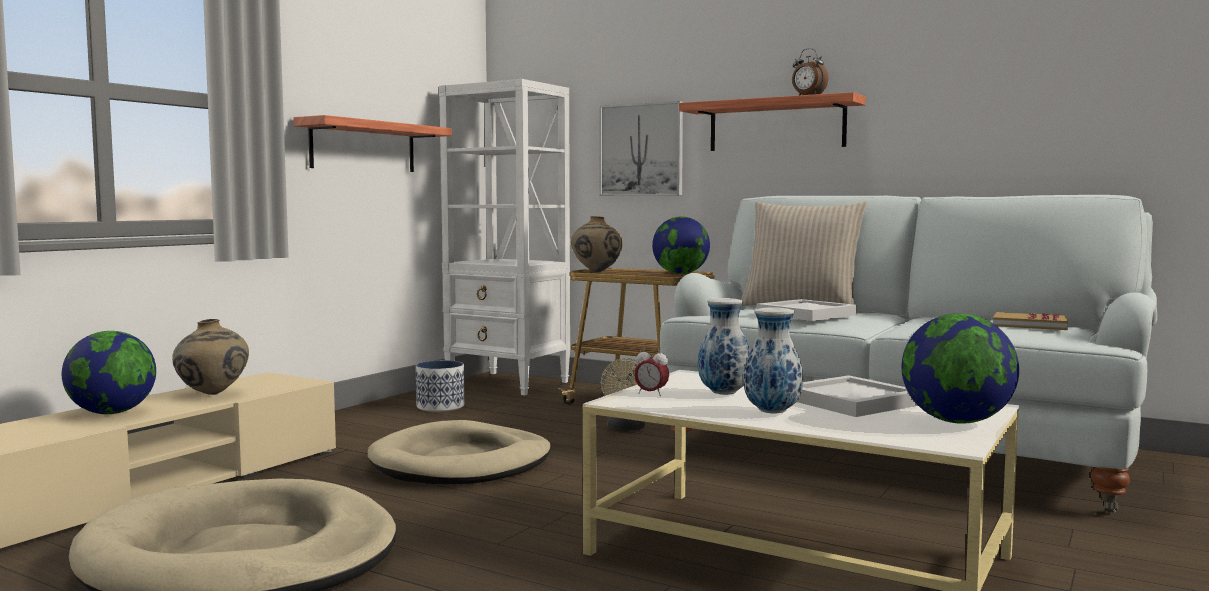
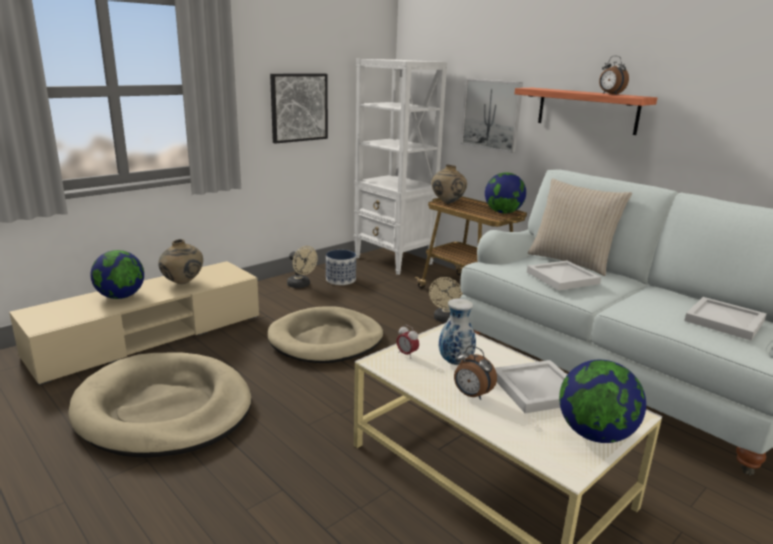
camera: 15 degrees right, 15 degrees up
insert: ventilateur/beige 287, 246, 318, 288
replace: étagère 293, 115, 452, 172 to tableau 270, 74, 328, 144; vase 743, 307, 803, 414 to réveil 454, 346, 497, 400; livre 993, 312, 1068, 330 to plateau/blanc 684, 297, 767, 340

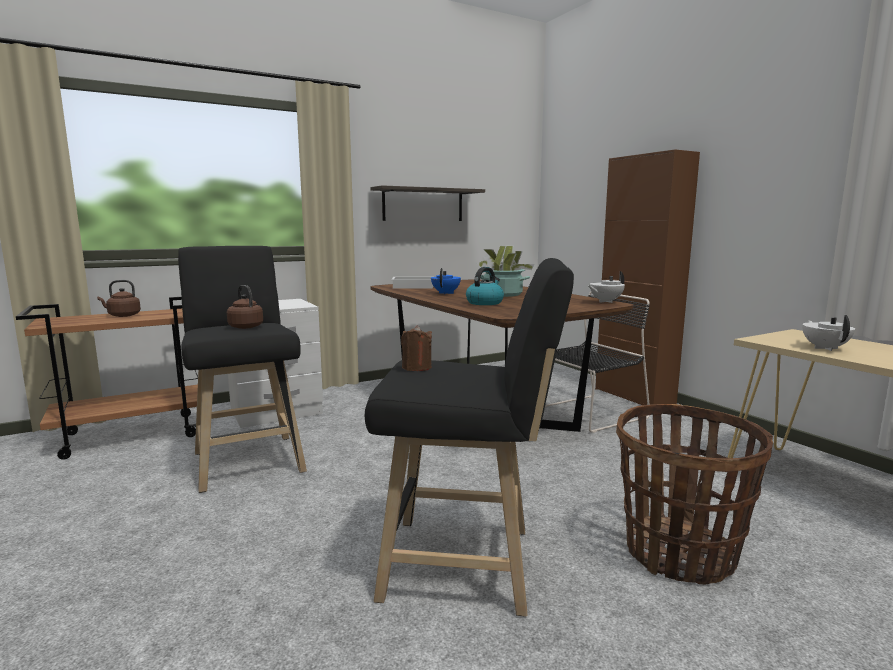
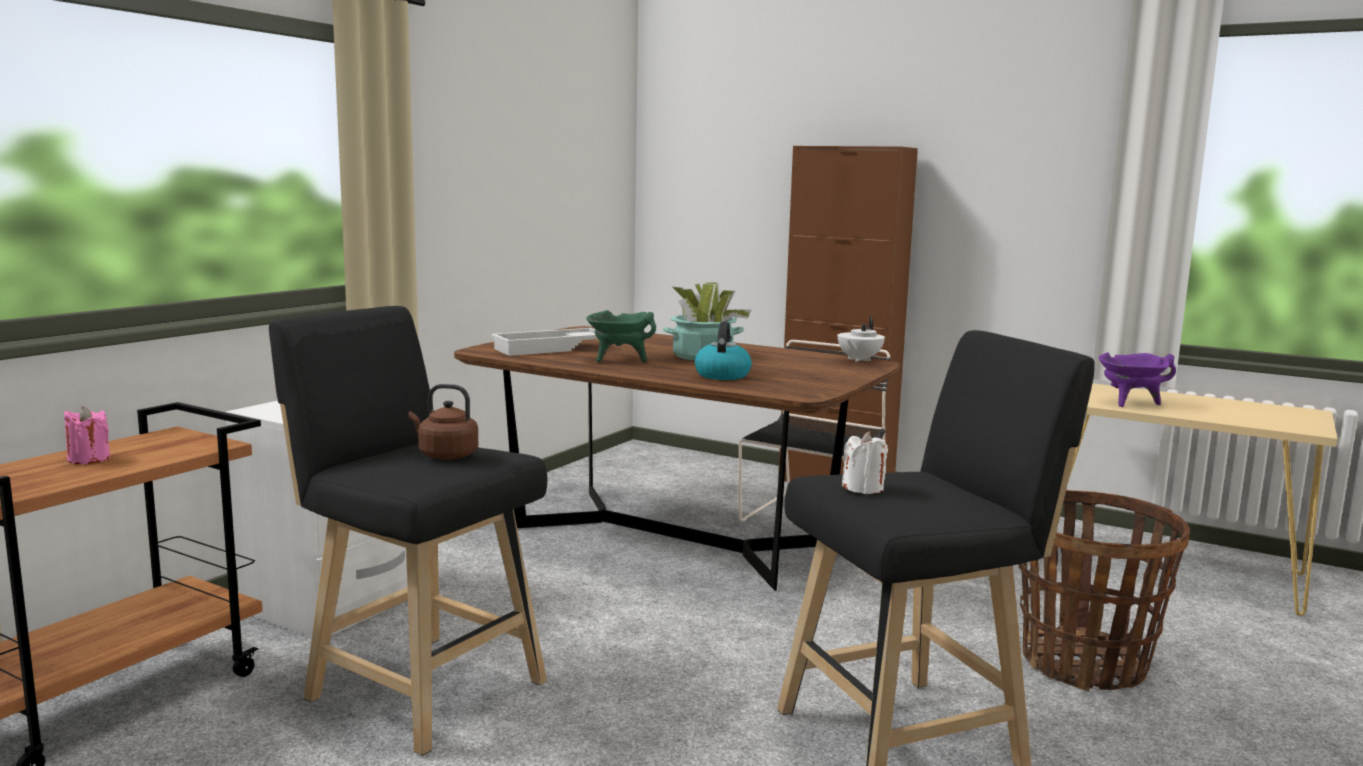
camera: 30 degrees left, 0 degrees up
delete: étagère 370, 185, 485, 221
replace: théière/bleu 431, 268, 461, 294 to marmite/vert 586, 310, 656, 362; bouilloire/marron 97, 280, 141, 317 to bougie/rose 64, 406, 110, 464; théière/blanc 802, 315, 855, 351 to marmite/violet 1098, 352, 1176, 407
recolor: bougie/marron 401, 325, 432, 371 to bougie/blanc 842, 431, 888, 494

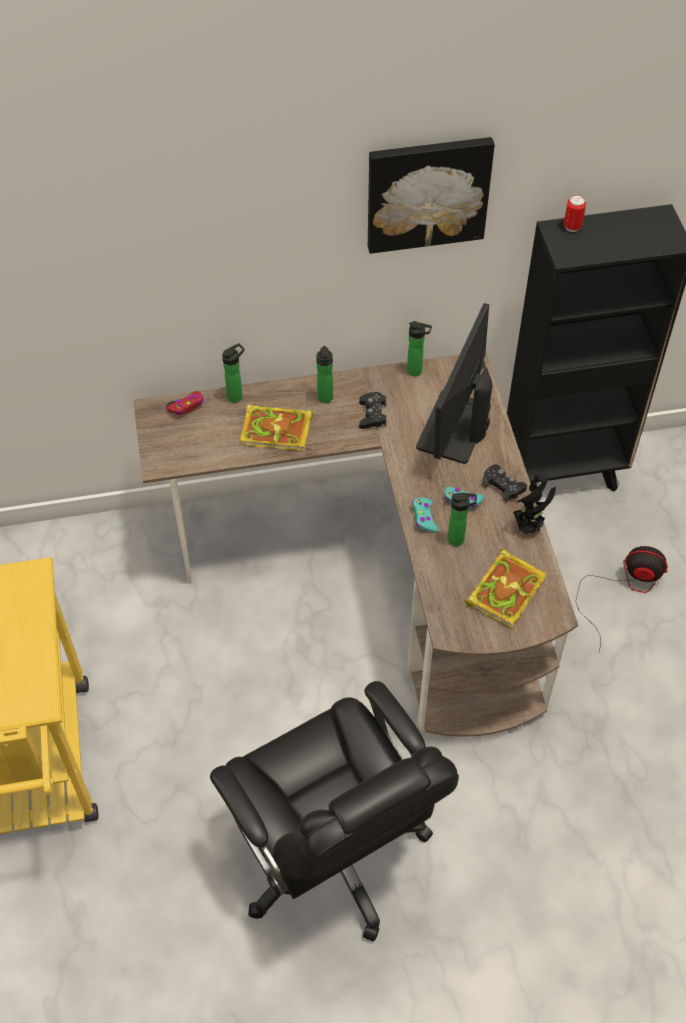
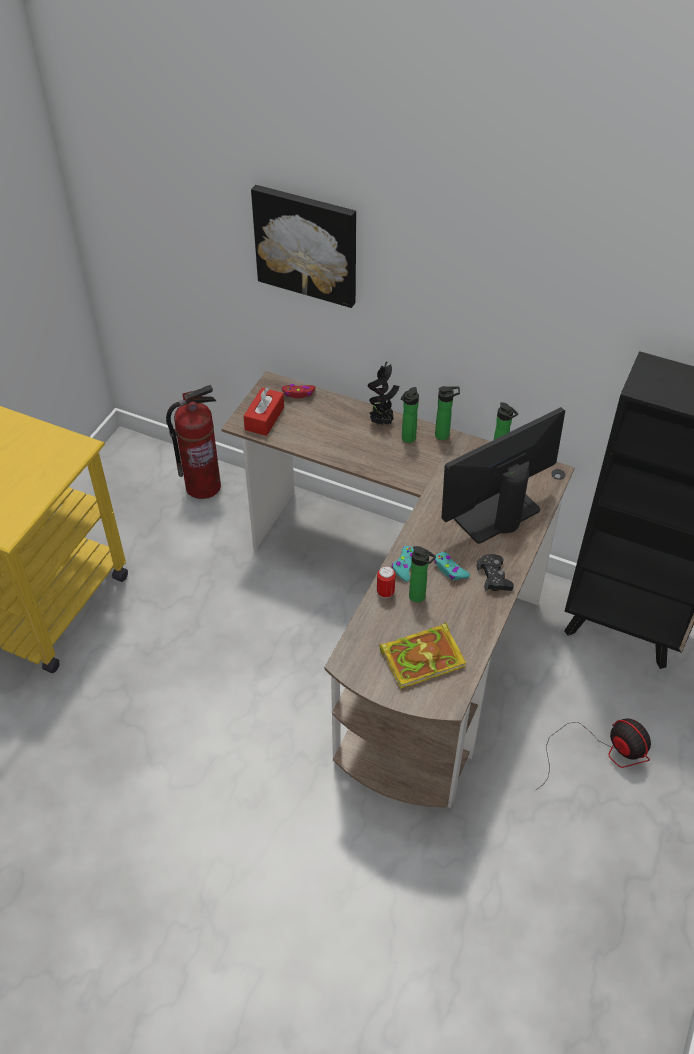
camera: 35 degrees right, 5 degrees down
delete: manette/noir 359, 392, 387, 429; livre 240, 404, 313, 451; chaise de bureau/noir 210, 681, 459, 941
insert: extincteur 166, 385, 221, 499; boîte à mouchoirs/rouge 244, 387, 284, 436
move: tableau 368, 137, 495, 254 to 251, 185, 356, 308; boîte métallique 564, 195, 586, 232 to 377, 566, 396, 598; bouteille 222, 343, 245, 403 to 435, 386, 460, 440; plante en pot 513, 468, 556, 534 to 368, 361, 399, 425

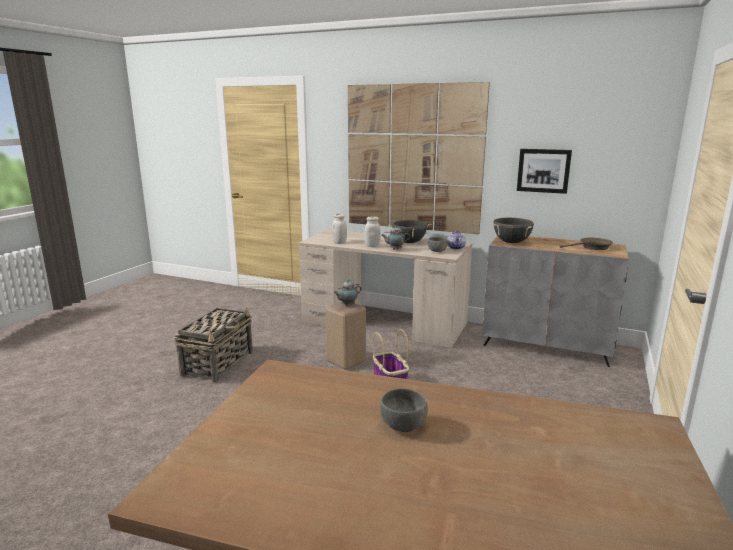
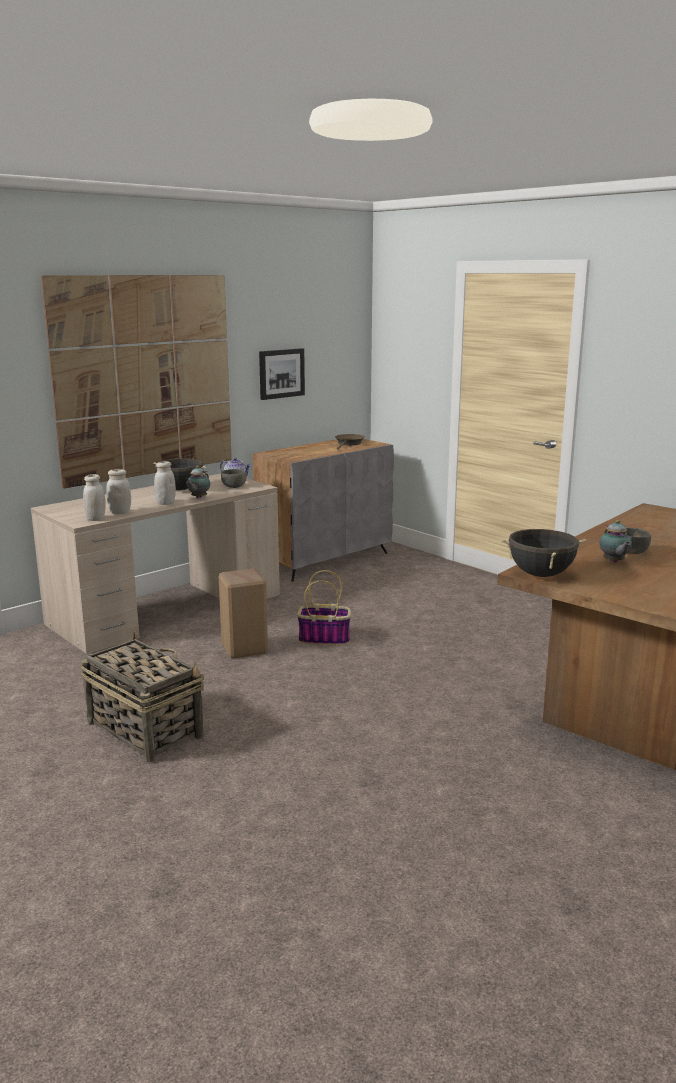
camera: 65 degrees left, 0 degrees up
insert: bocal/blanc 83, 474, 106, 521
move: marmite/noir 493, 218, 534, 243 to 501, 528, 586, 577; théière 334, 279, 361, 306 to 599, 520, 632, 563

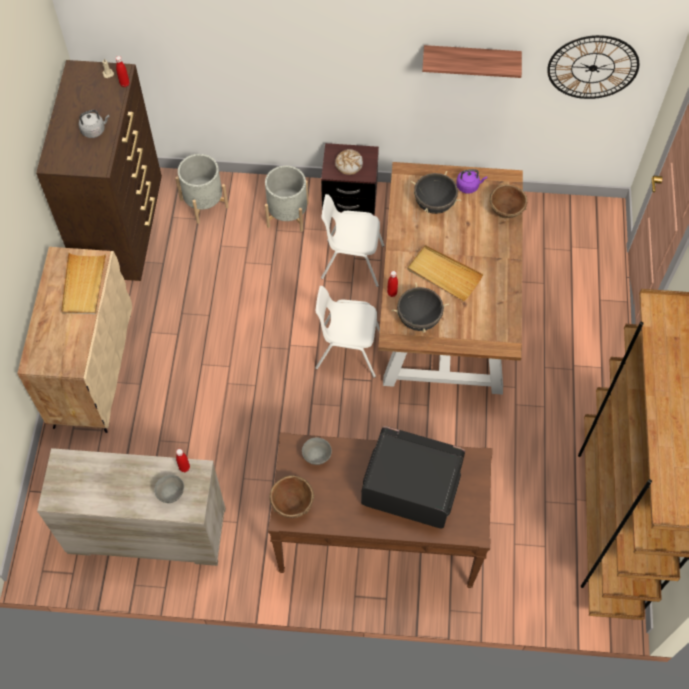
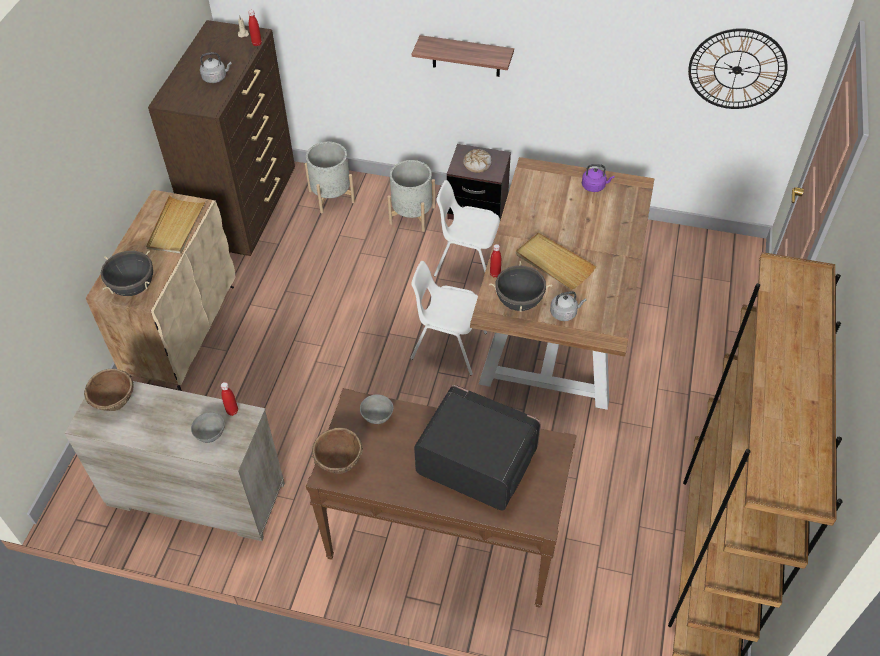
camera: 10 degrees right, 10 degrees down
insert: bouilloire/gris 550, 291, 586, 321
move: étagère 422, 45, 522, 78 to 412, 35, 514, 77; marmite/noir 411, 171, 461, 214 to 101, 250, 153, 296; bol/marron 489, 185, 527, 218 to 84, 369, 134, 411

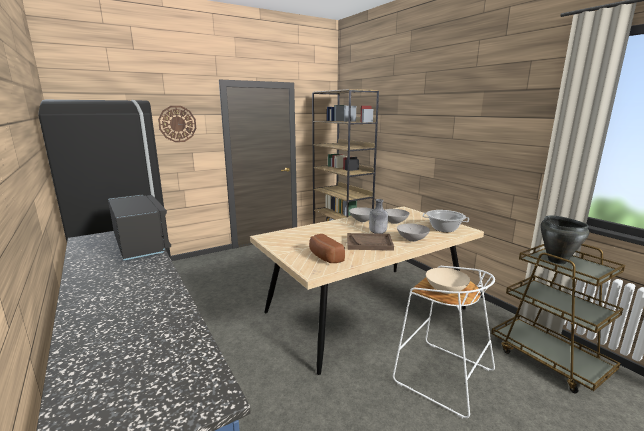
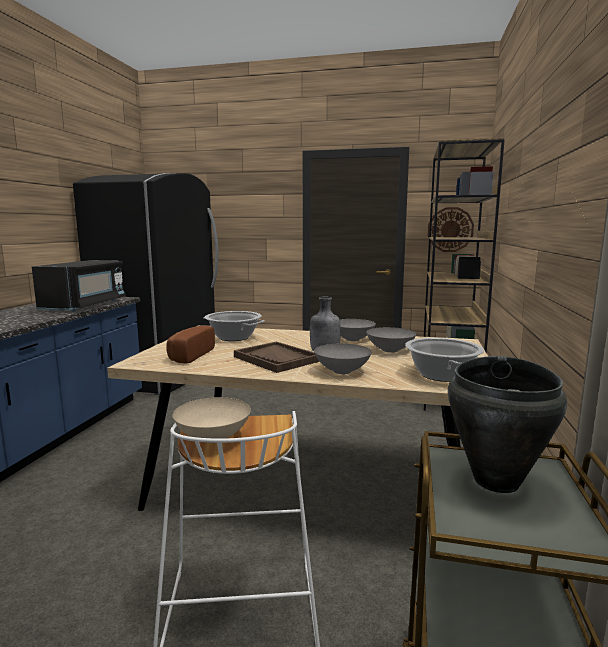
camera: 45 degrees right, 5 degrees down
insert: marmite 203, 311, 265, 341
move: horloge murale 158, 106, 197, 142 to 428, 207, 474, 252

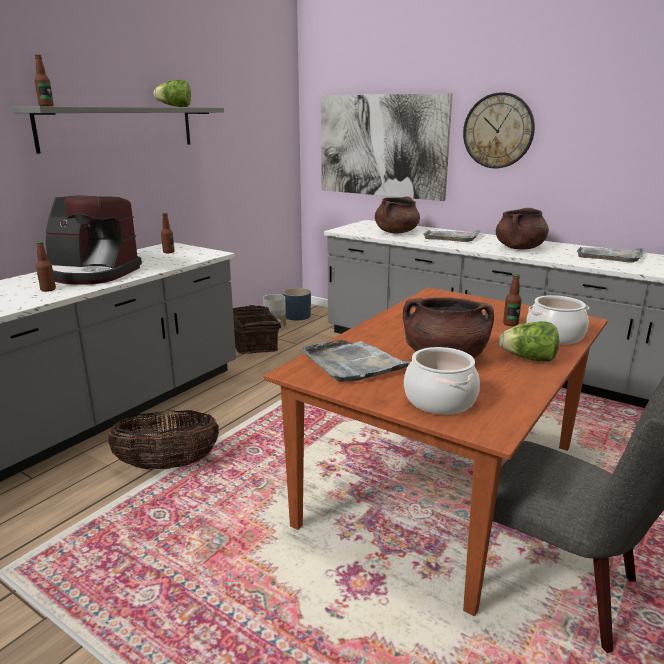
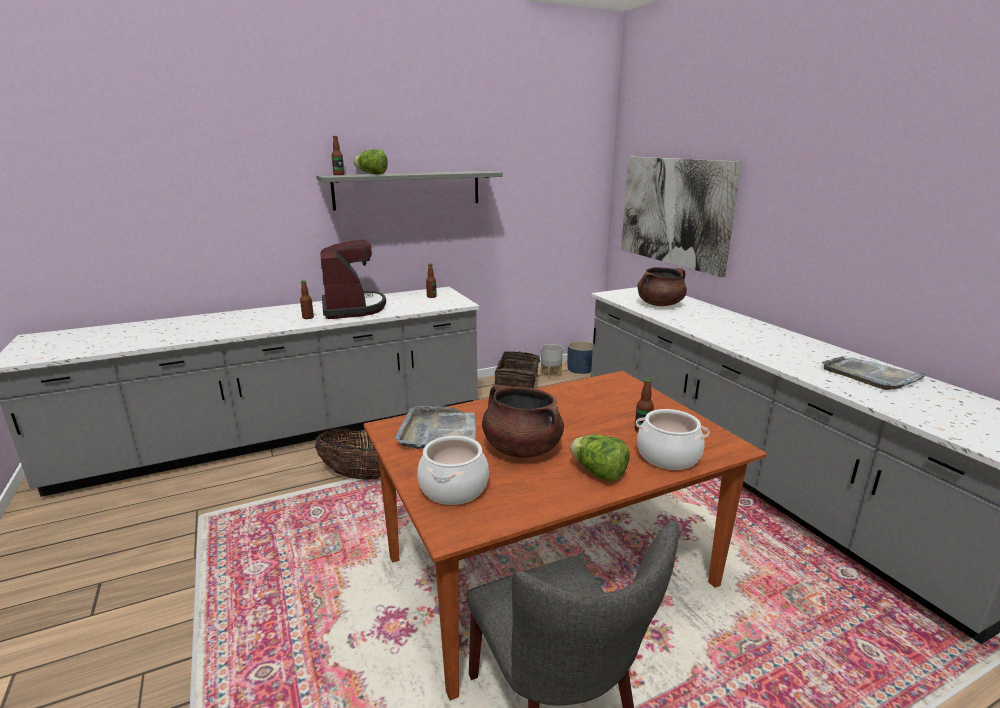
camera: 30 degrees right, 0 degrees up
delete: horloge murale 463, 92, 535, 168; marmite/marron 496, 208, 549, 249; plateau/gris 423, 230, 481, 242
move: laitue 154, 80, 191, 107 to 354, 149, 388, 174
rotate: machine à café 46, 195, 142, 285 = 320, 240, 386, 319 150 degrees counterclockwise

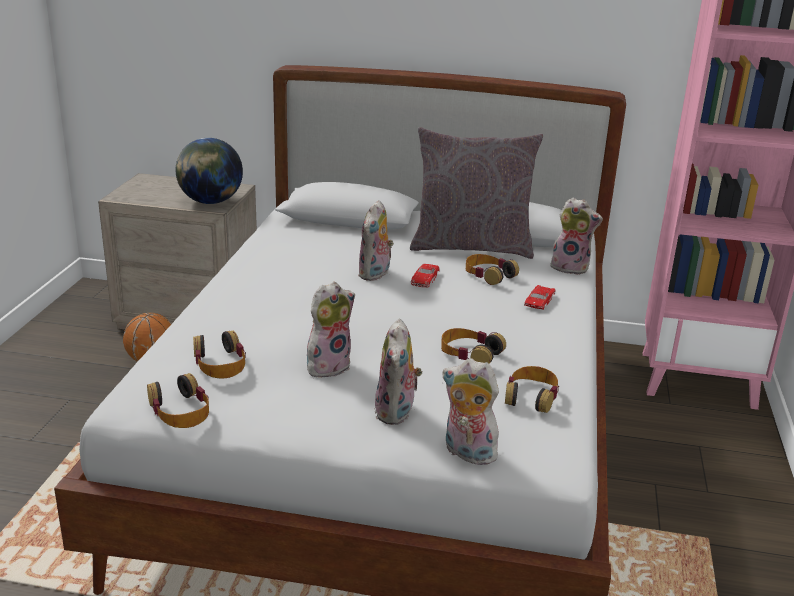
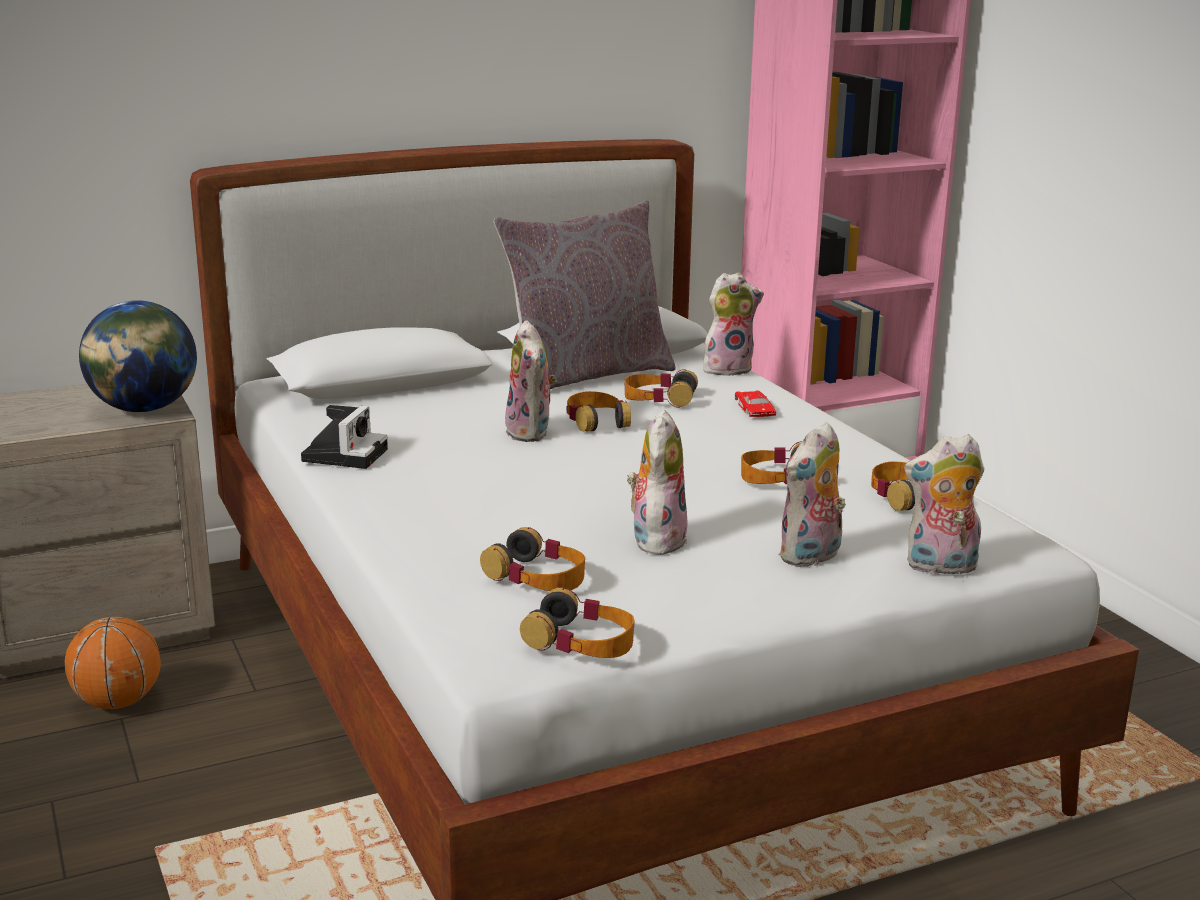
camera: 35 degrees left, 5 degrees down
insert: appareil photo 301, 405, 388, 469
replace: petite voiture/rouge 411, 264, 440, 288 to casque audio 567, 391, 631, 432
rotate: peluche 374, 319, 422, 425 = 779, 422, 846, 567 75 degrees clockwise

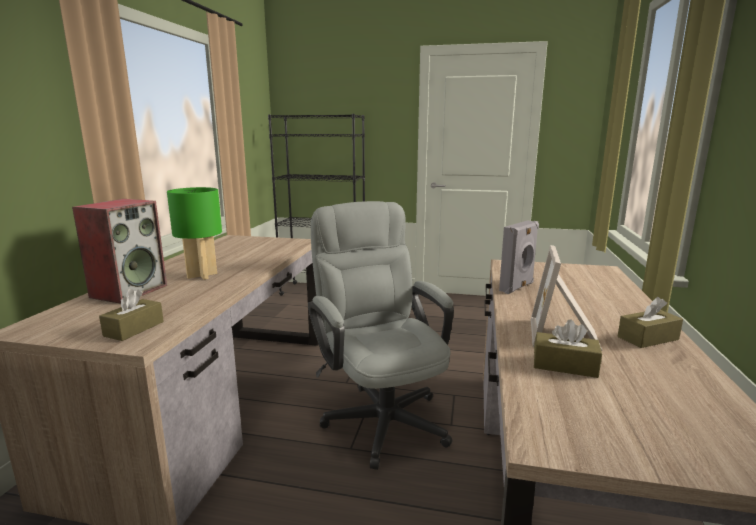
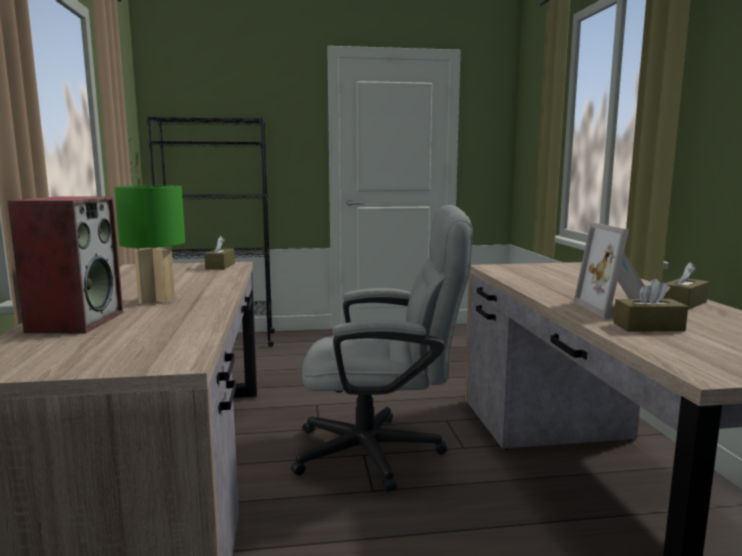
camera: 20 degrees left, 5 degrees down
delete: enceinte/gris 499, 221, 539, 294
move: boîte à mouchoirs/marron 99, 289, 164, 341 to 204, 236, 235, 270
rotate: chaise de bureau/gris 308, 201, 454, 470 = 291, 205, 473, 492 135 degrees clockwise

